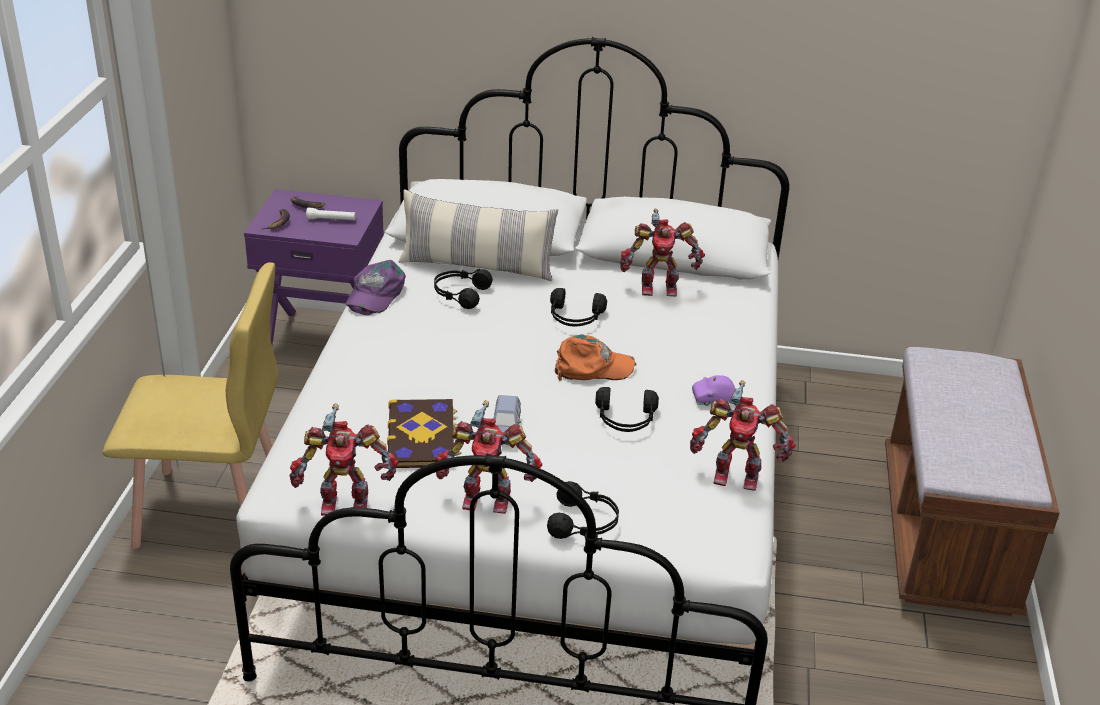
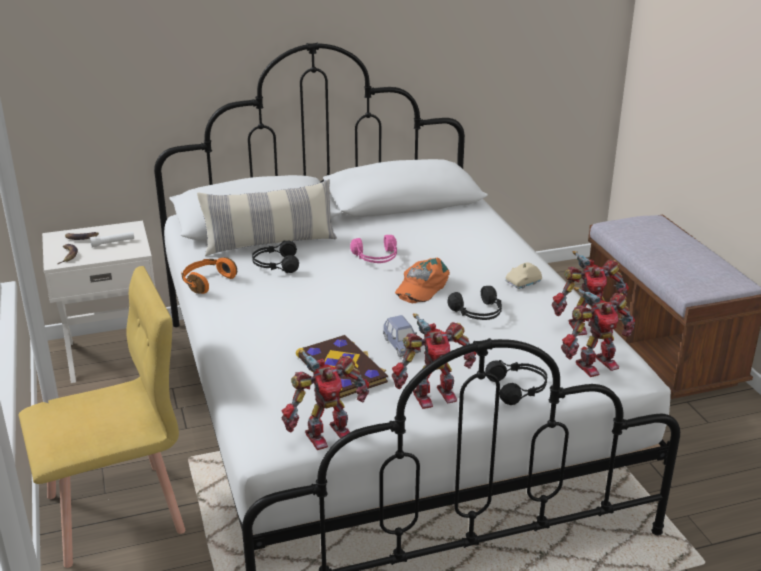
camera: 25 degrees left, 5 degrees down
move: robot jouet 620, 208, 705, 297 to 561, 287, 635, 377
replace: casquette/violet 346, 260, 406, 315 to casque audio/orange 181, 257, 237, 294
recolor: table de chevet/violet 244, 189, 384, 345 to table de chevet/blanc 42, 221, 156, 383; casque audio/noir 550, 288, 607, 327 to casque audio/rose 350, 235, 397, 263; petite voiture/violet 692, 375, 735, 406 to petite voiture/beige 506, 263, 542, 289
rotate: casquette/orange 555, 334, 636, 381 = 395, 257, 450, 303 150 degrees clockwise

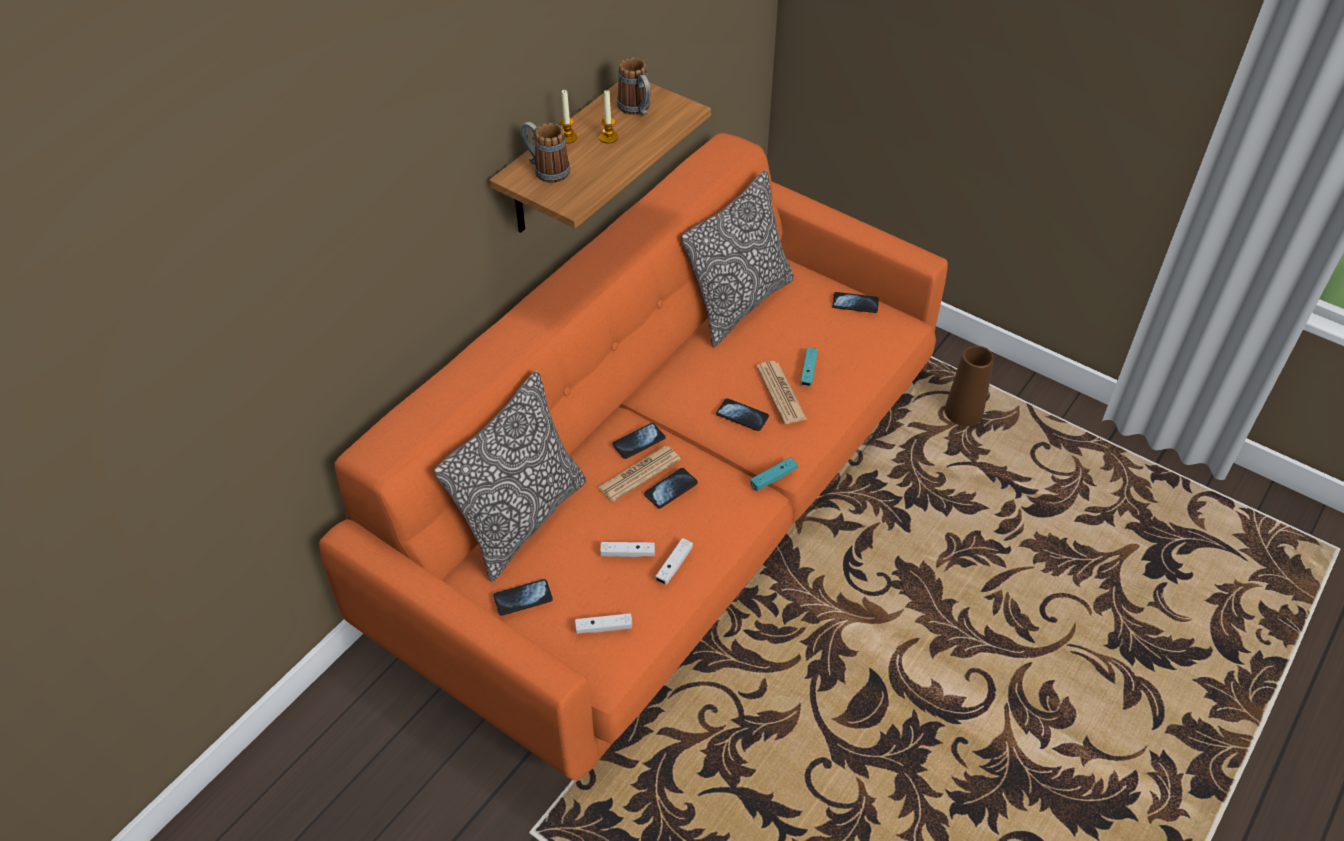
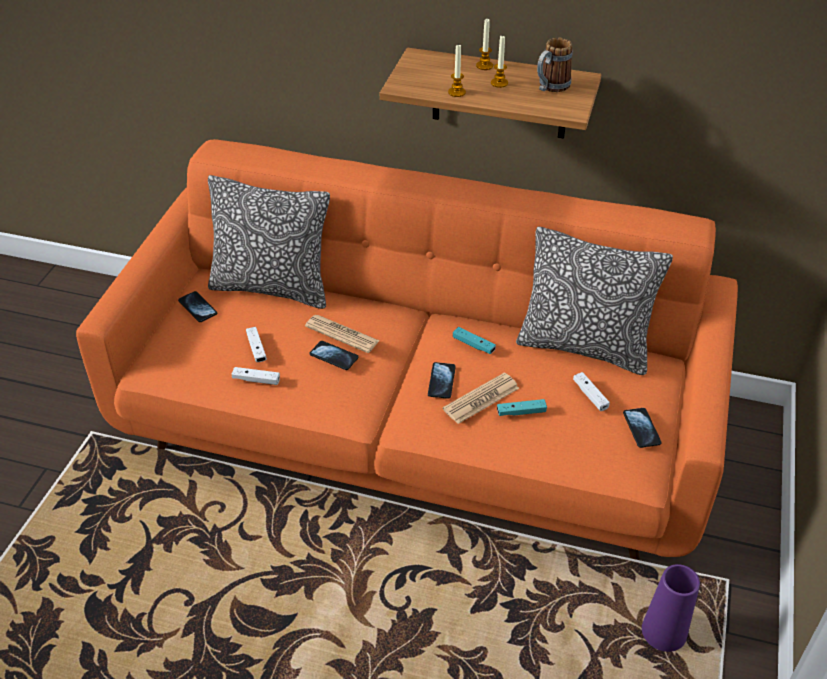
camera: 70 degrees right, 5 degrees down
delete: mug 520, 122, 570, 183; téléphone 612, 423, 665, 459
insert: bougie 448, 44, 466, 97
move: manette/turquoise 750, 457, 798, 491 to 453, 327, 496, 354; manette/blanc 575, 613, 632, 634 to 573, 372, 610, 411
recolor: vase/marron 945, 345, 994, 426 to vase/violet 642, 564, 700, 652

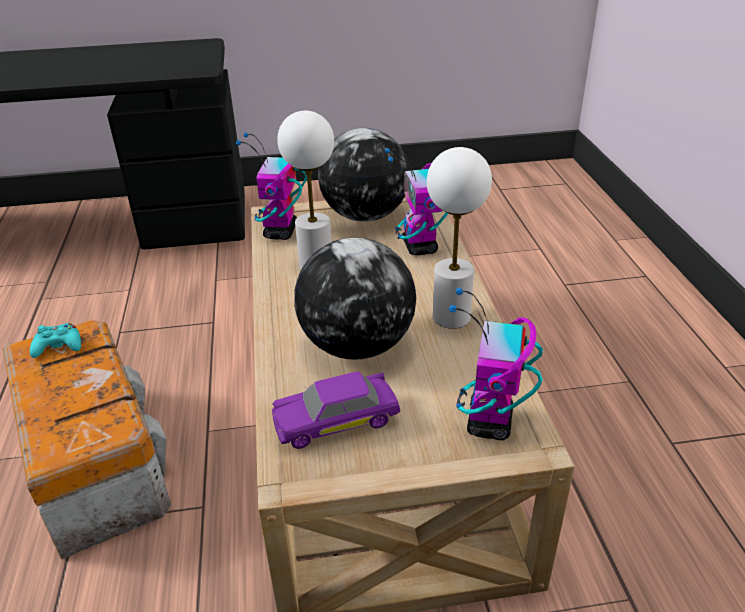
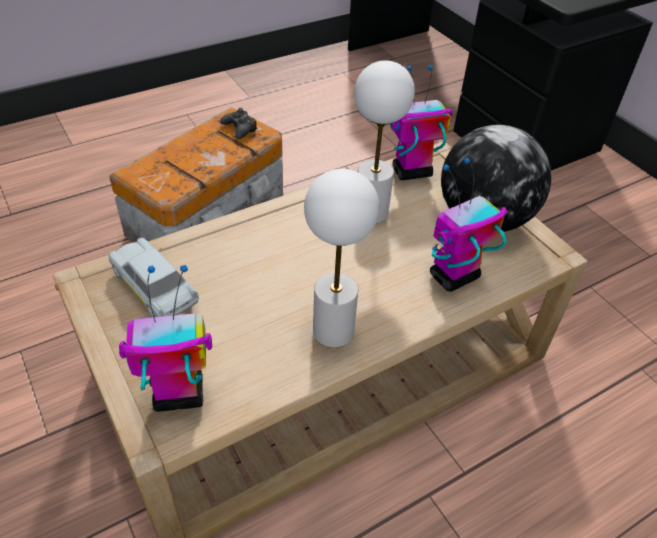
camera: 65 degrees right, 10 degrees up
delete: globe 294, 237, 416, 360
recolor: manette/turquoise 30, 323, 81, 358 to manette/noir 220, 108, 257, 139; petite voiture/violet 272, 371, 401, 449 to petite voiture/blanc 108, 238, 199, 317

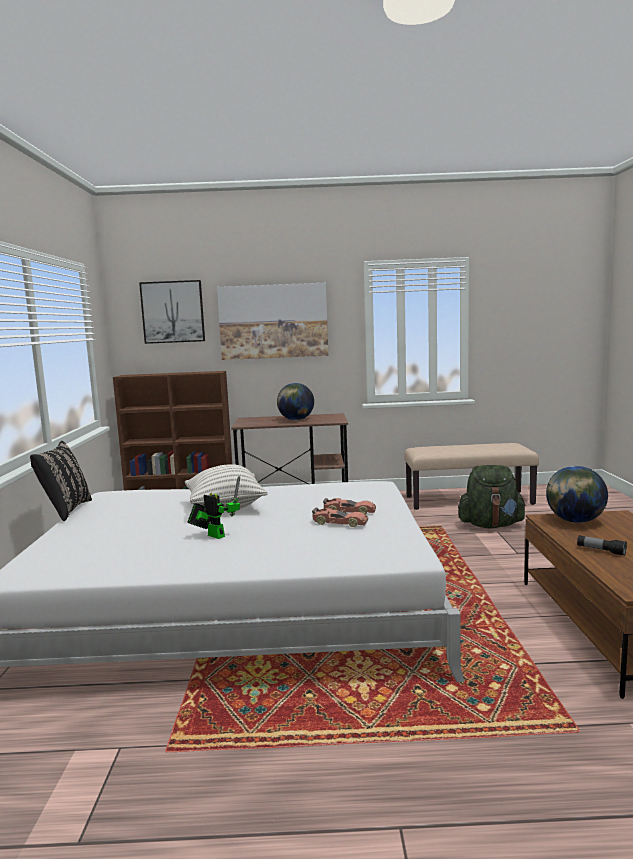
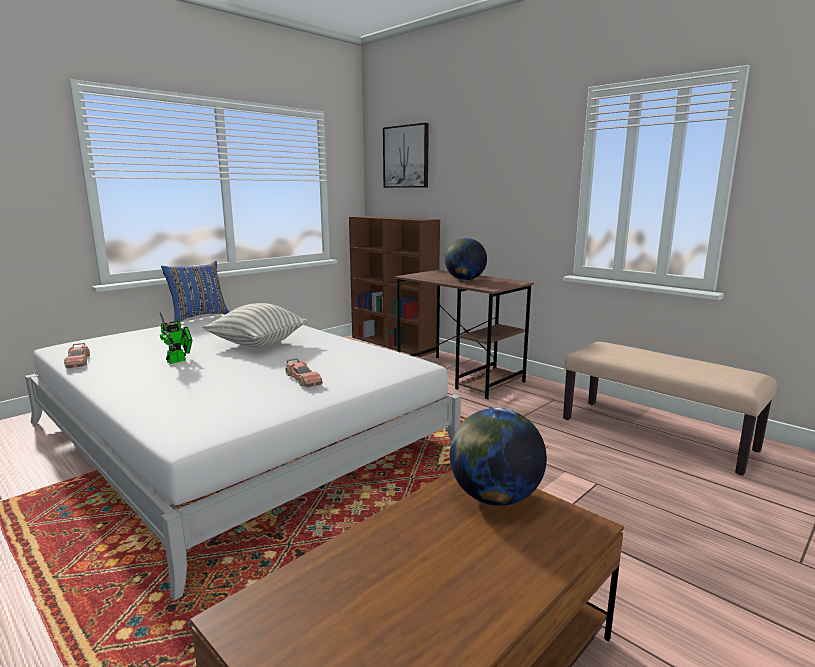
camera: 45 degrees right, 5 degrees up
delete: tableau 217, 283, 328, 360; sac à dos/vert 458, 465, 526, 528; lampe de poche 577, 535, 627, 556
move: petite voiture 312, 508, 368, 527 to 64, 343, 90, 368
recolor: coussin/noir 30, 441, 92, 521 to coussin/bleu 161, 261, 229, 321
rotate: robot jouet 188, 476, 240, 539 = 160, 312, 192, 364 45 degrees clockwise

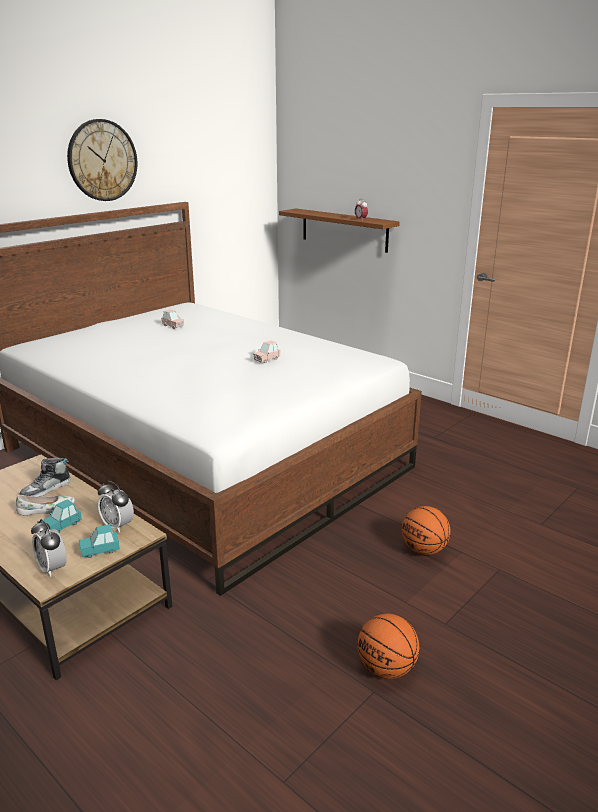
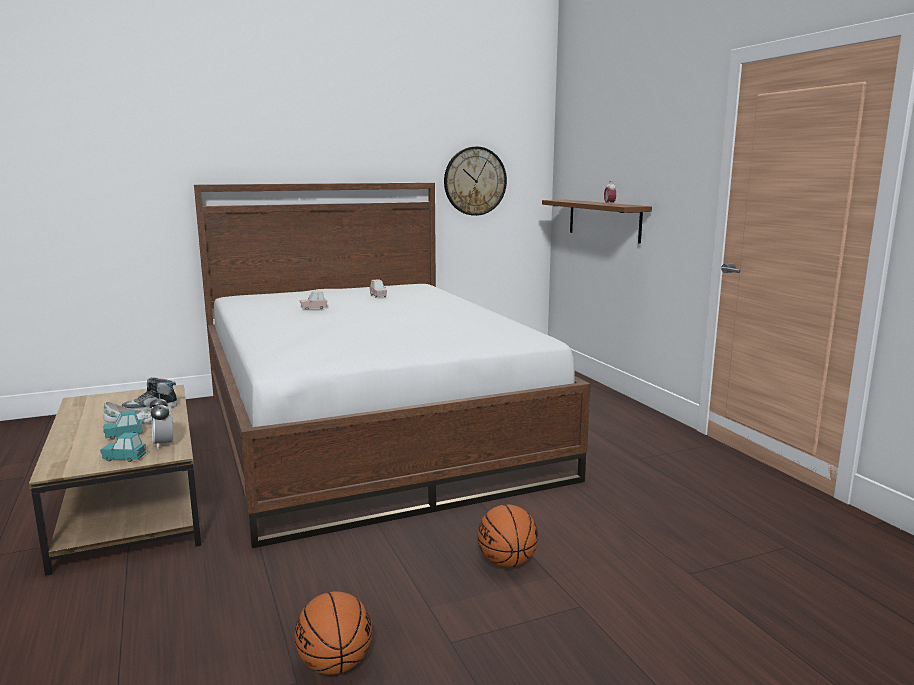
camera: 25 degrees right, 10 degrees down
delete: réveil 31, 519, 66, 577
move: horloge murale 67, 119, 137, 201 to 444, 147, 507, 216; petite voiture/rose 253, 340, 281, 363 to 300, 291, 327, 310

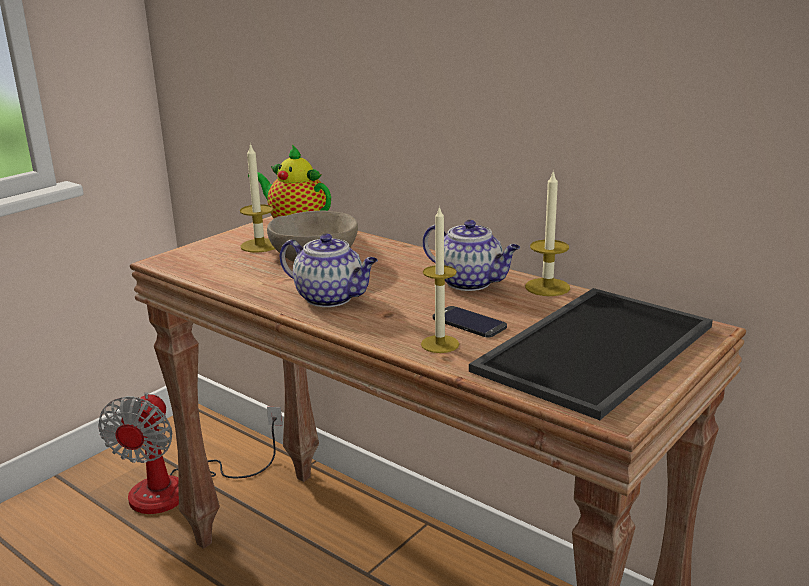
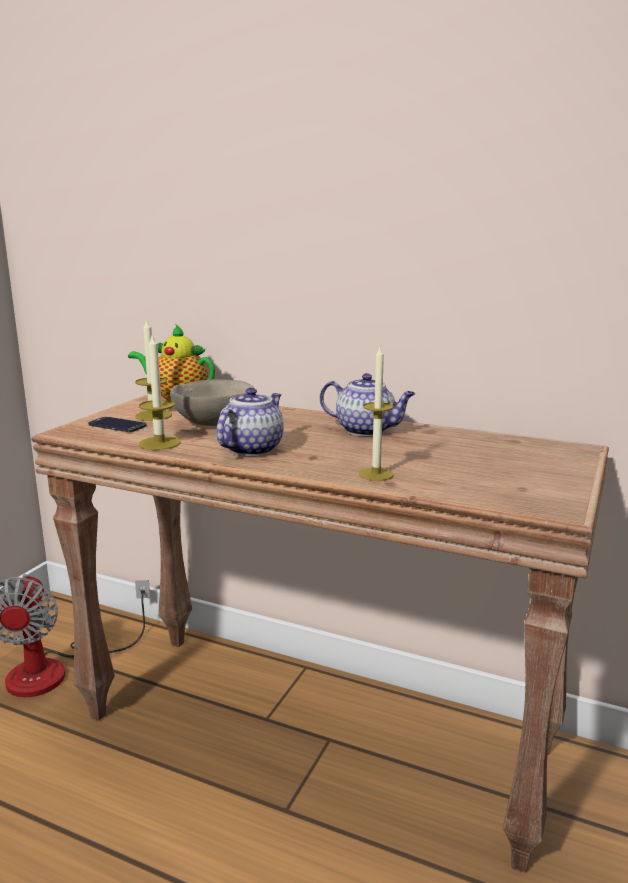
camera: 15 degrees left, 5 degrees down
delete: plateau 469, 288, 713, 420
move: bougie 525, 170, 570, 296 to 139, 335, 181, 450; téléphone 433, 306, 507, 338 to 88, 417, 147, 432
rotate: théière 280, 233, 378, 307 = 216, 388, 284, 456 75 degrees counterclockwise

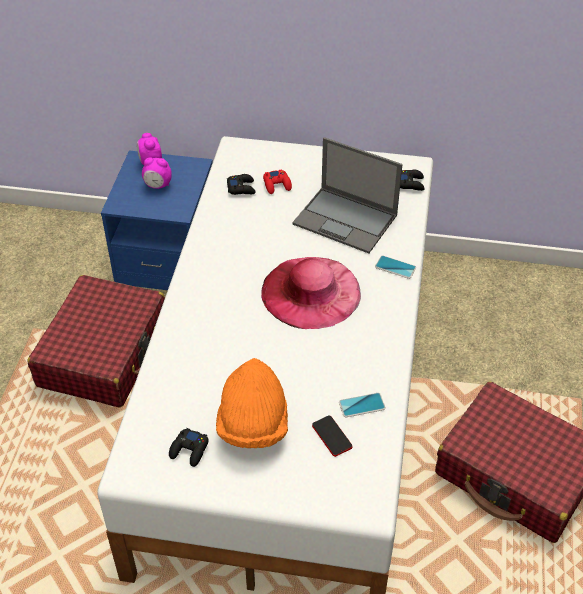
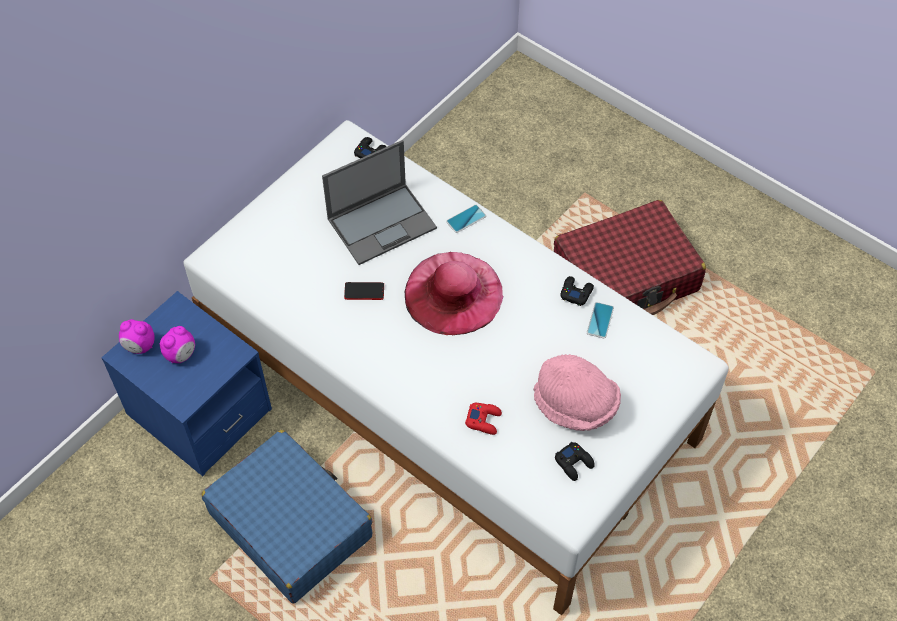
camera: 60 degrees left, 10 degrees up
move: manette/rouge 263, 169, 292, 194 to 465, 403, 502, 435; manette/noir 227, 174, 256, 195 to 560, 276, 594, 306; téléphone 312, 415, 352, 457 to 344, 282, 384, 300
recolor: valise/rouge 27, 275, 165, 408 to valise/bleu 202, 430, 372, 604; chapeau/orange 216, 358, 288, 448 to chapeau/rose 533, 354, 621, 431

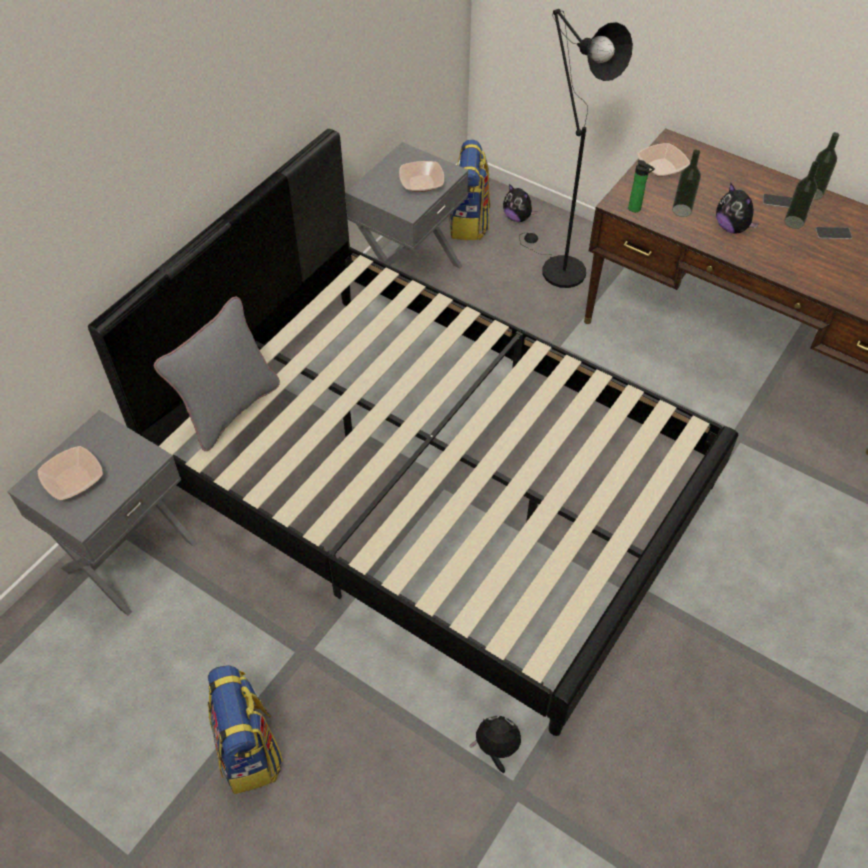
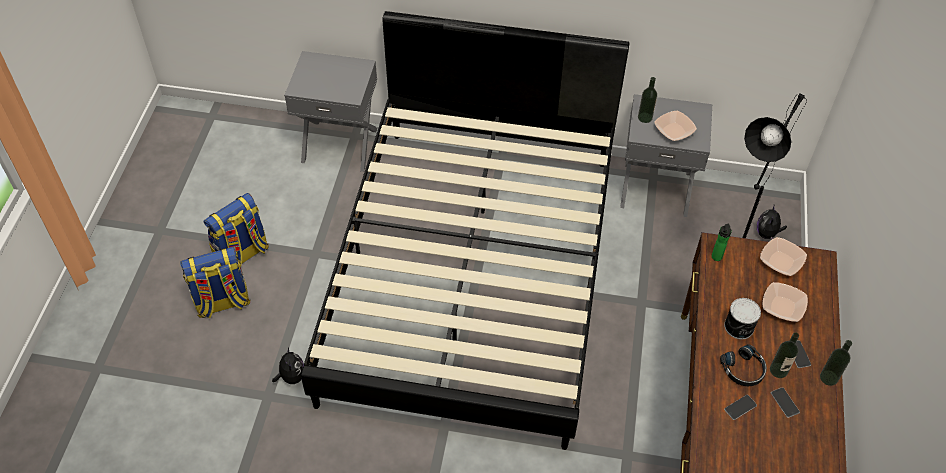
camera: 65 degrees right, 0 degrees up
delete: coussin/gris 154, 297, 280, 451
insert: casque audio/noir 720, 344, 767, 386; téléphone 724, 395, 757, 420
move: sac à dos 450, 140, 490, 240 to 180, 247, 250, 318; bouteille 672, 149, 701, 217 to 638, 77, 657, 123; bol 38, 446, 103, 500 to 762, 282, 808, 322
replace: peluche 716, 183, 758, 234 to boîte métallique 724, 298, 761, 339

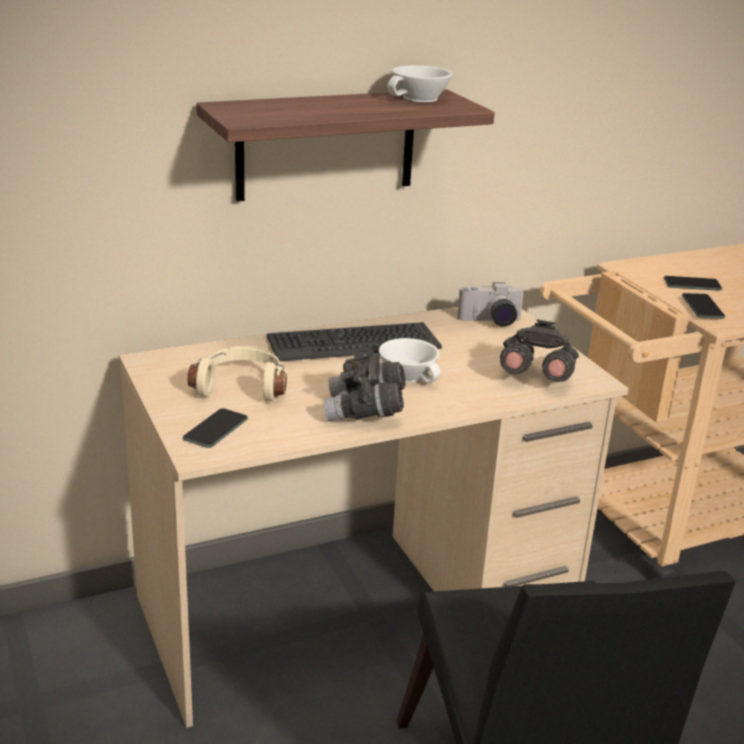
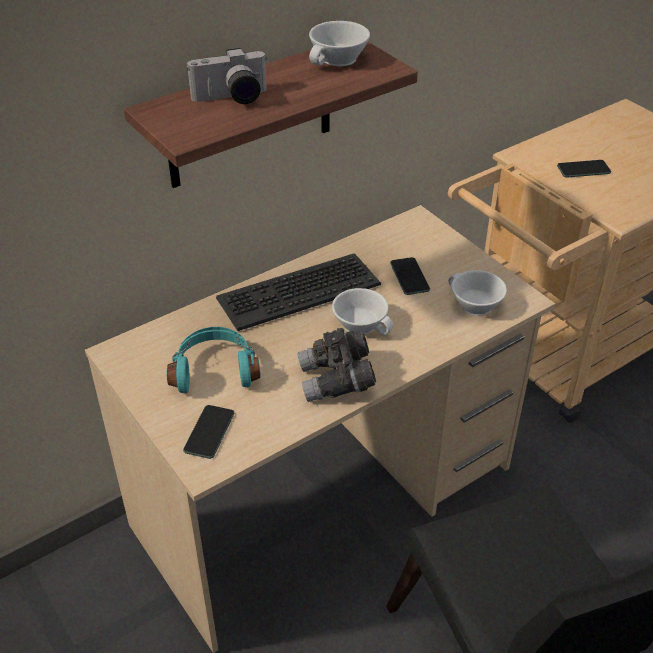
camera: 10 degrees left, 15 degrees up
move: appareil photo 457, 282, 524, 327 to 187, 48, 267, 104; téléphone 682, 293, 725, 319 to 390, 257, 430, 295
replace: jumelles/gris 500, 319, 579, 382 to tasse/blanc 448, 270, 507, 316
recolor: casque audio/beige 187, 346, 287, 402 to casque audio/turquoise 167, 327, 261, 393

